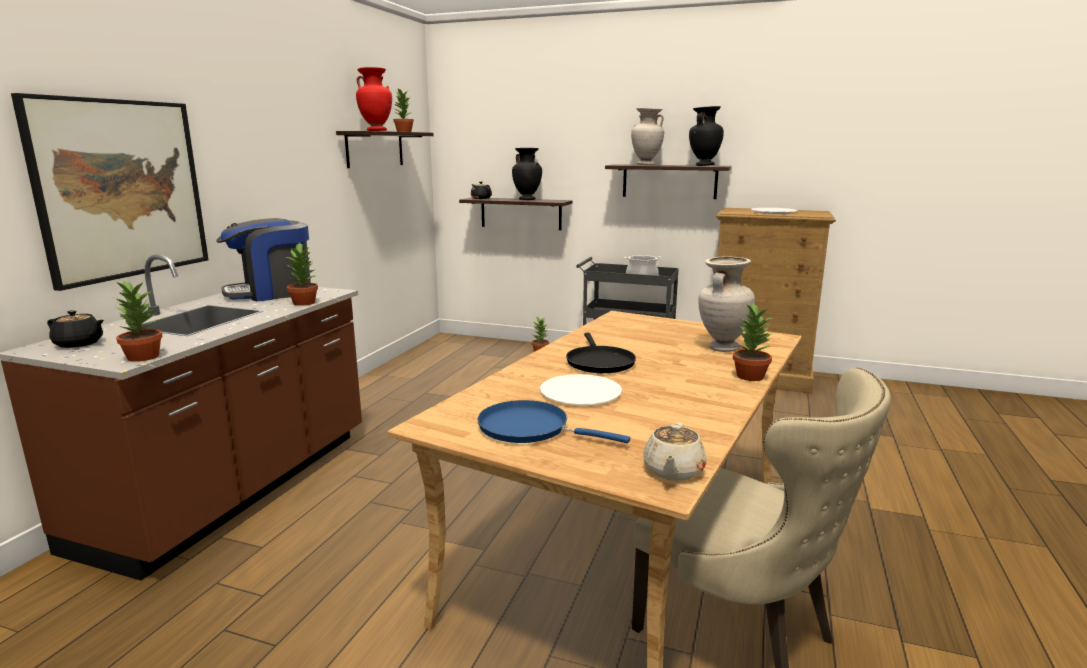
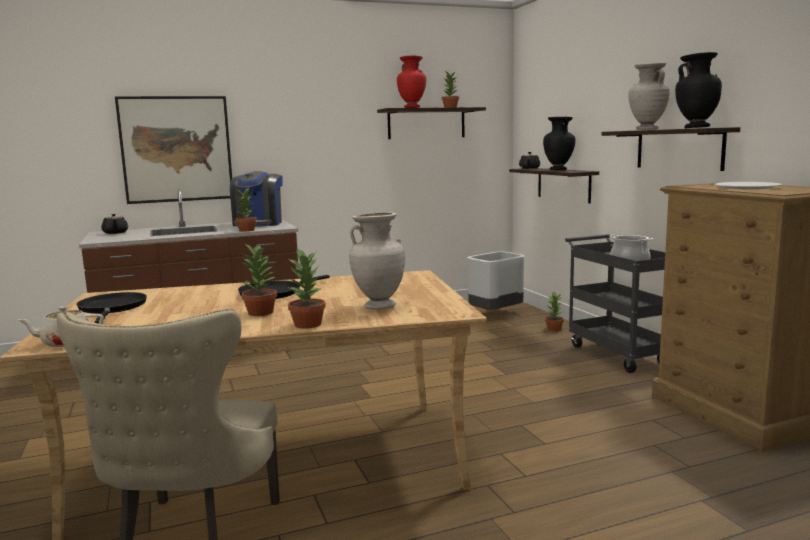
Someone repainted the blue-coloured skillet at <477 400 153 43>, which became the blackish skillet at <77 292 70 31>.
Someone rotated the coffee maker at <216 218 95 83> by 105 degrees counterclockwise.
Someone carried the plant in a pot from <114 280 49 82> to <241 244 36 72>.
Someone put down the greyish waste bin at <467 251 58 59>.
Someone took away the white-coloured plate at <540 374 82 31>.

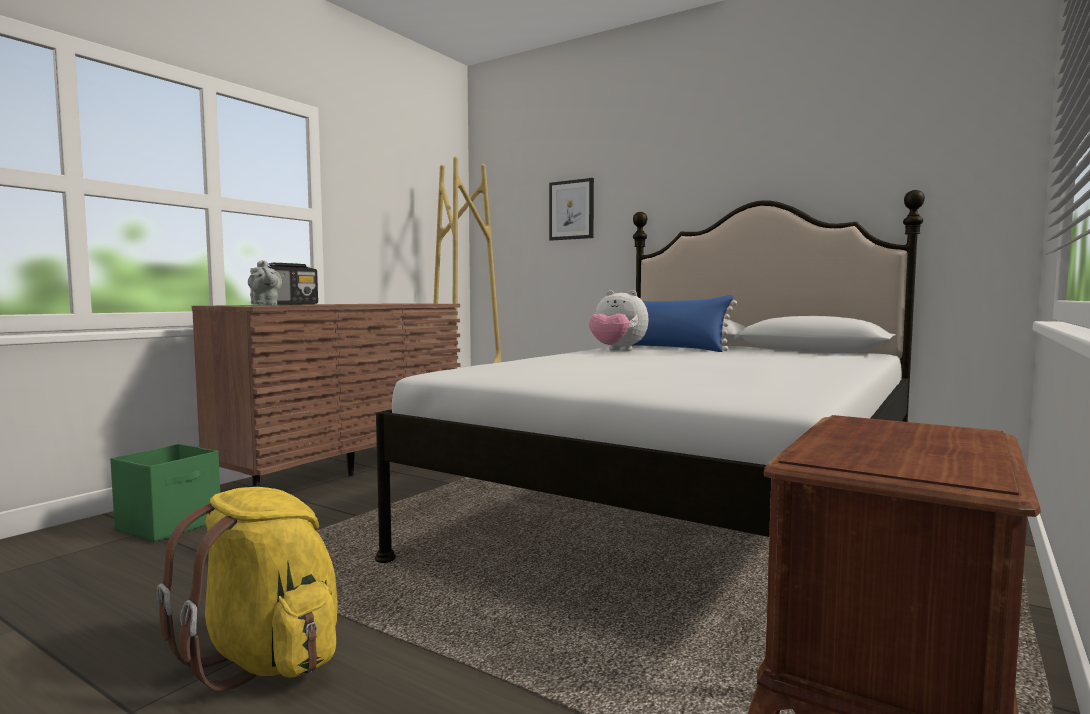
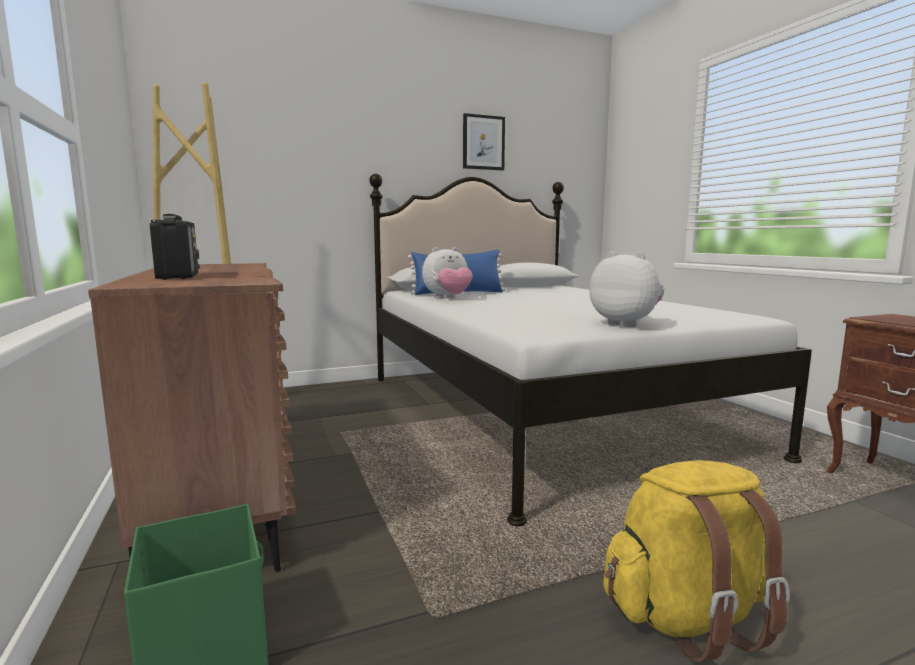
Someone carried the picture from <549 178 45 63> to <463 113 42 57>.
Someone put down the soft toy at <589 251 75 76>.
Someone took away the greyish teapot at <248 260 34 45>.

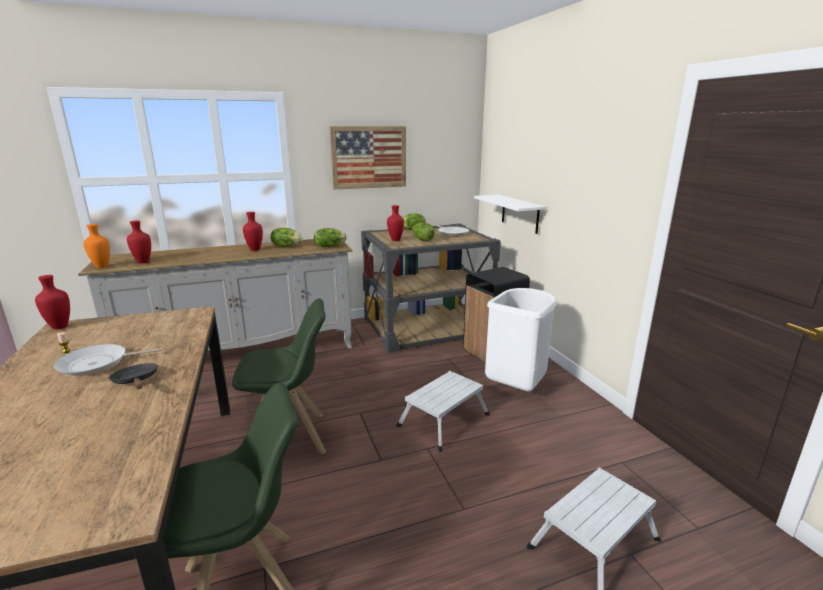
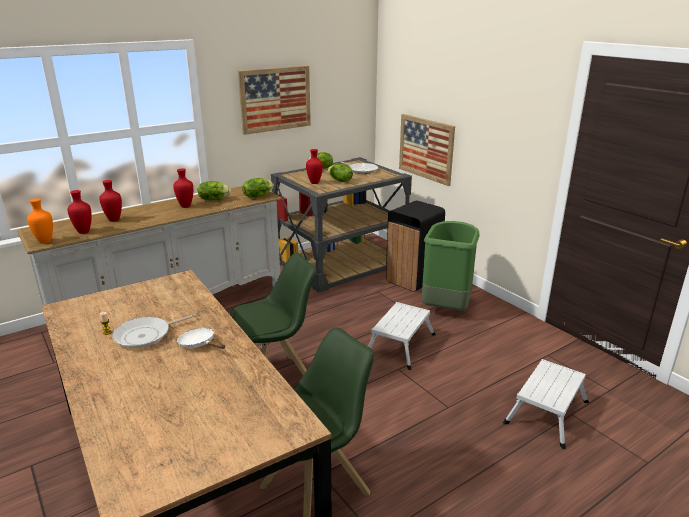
Someone carried the red-coloured vase from <35 275 35 54> to <99 180 23 42>.
Someone repainted the blackish skillet at <108 363 50 26>, which became the white-coloured skillet at <177 328 48 21>.
Someone swapped the white-coloured shelf at <474 195 73 39> for the picture at <399 114 56 72>.
Someone repainted the white-coloured waste bin at <485 288 72 104>, which became the green waste bin at <422 221 58 90>.

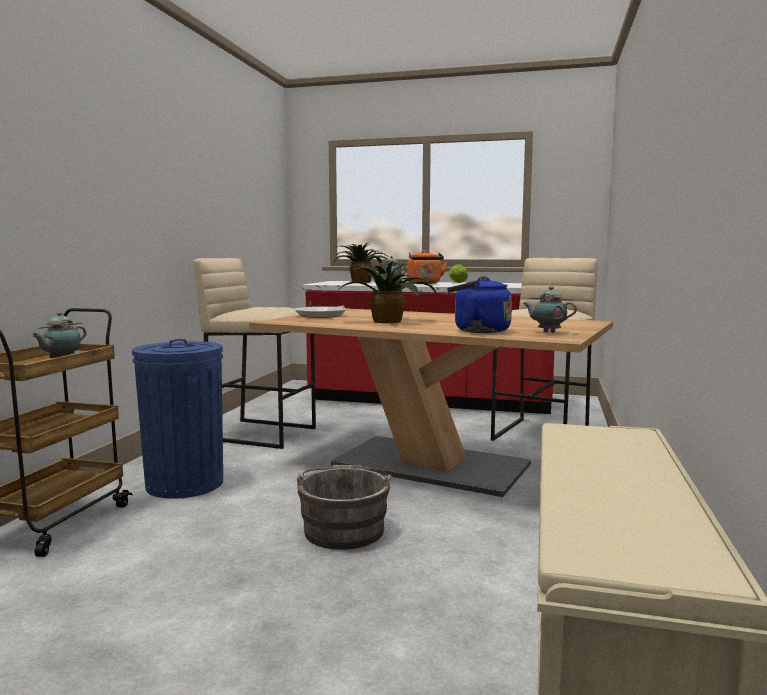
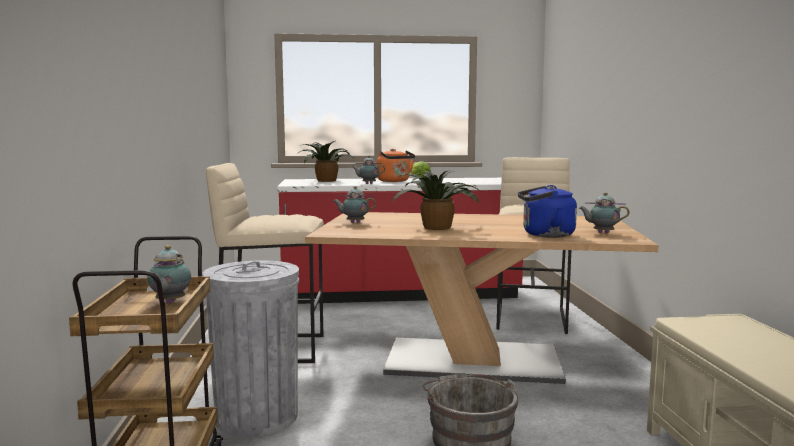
Someone repainted the blue-coloured waste bin at <132 339 91 160>, which became the greyish waste bin at <203 260 96 177>.
Someone swapped the skillet at <295 306 52 12> for the teapot at <333 186 43 37>.

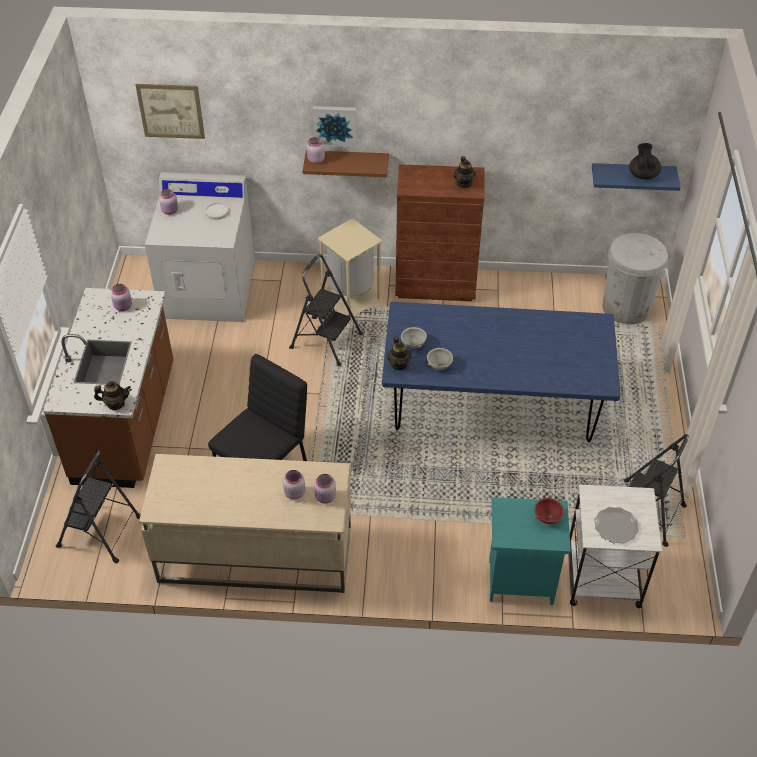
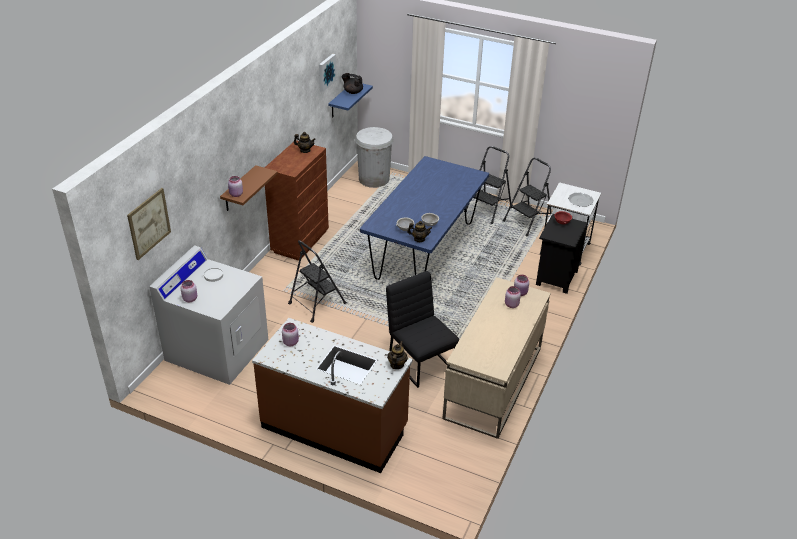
Someone carried the picture from <313 106 44 40> to <319 54 17 38>.
Someone carried the blackish stepladder from <56 450 85 113> to <464 146 49 78>.
Someone repainted the blue-green nightstand at <490 497 81 108>, which became the blackish nightstand at <536 214 51 80>.
Someone took away the beige waste bin at <318 218 64 100>.

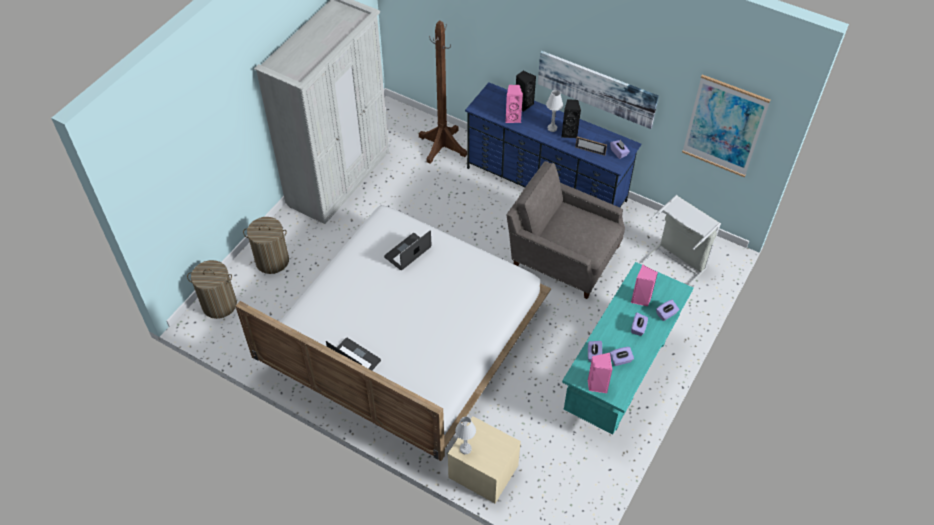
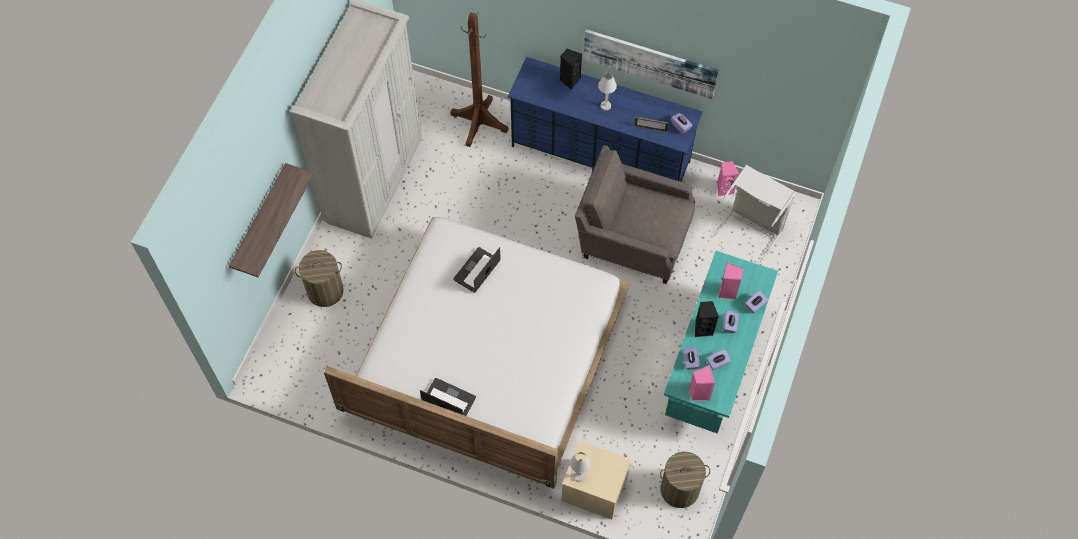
Someone put up the shelf at <229 163 85 114>.
Someone carried the hamper from <187 260 50 59> to <660 452 50 56>.
Someone carried the blackish speaker from <561 99 20 39> to <695 301 24 36>.
Someone carried the pinkish speaker from <505 85 18 38> to <717 161 22 36>.
Someone took away the picture at <682 75 89 102>.

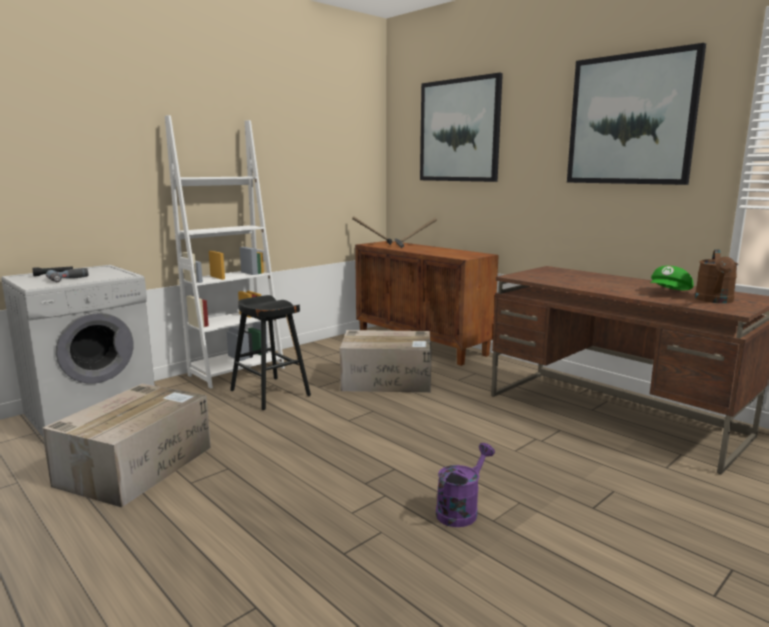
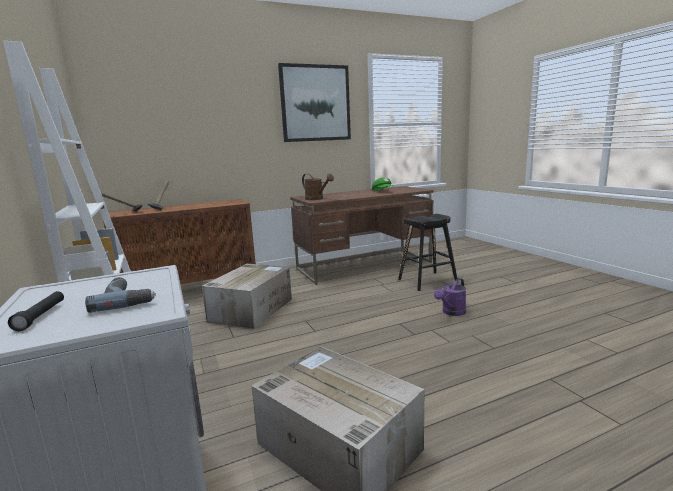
Someone carried the brownish watering can from <695 249 43 54> to <302 174 32 26>.
Someone carried the blackish stool from <230 295 81 115> to <398 214 60 77>.
Someone rotated the purplish watering can at <436 443 59 84> by 105 degrees counterclockwise.
Someone took away the picture at <420 73 83 109>.

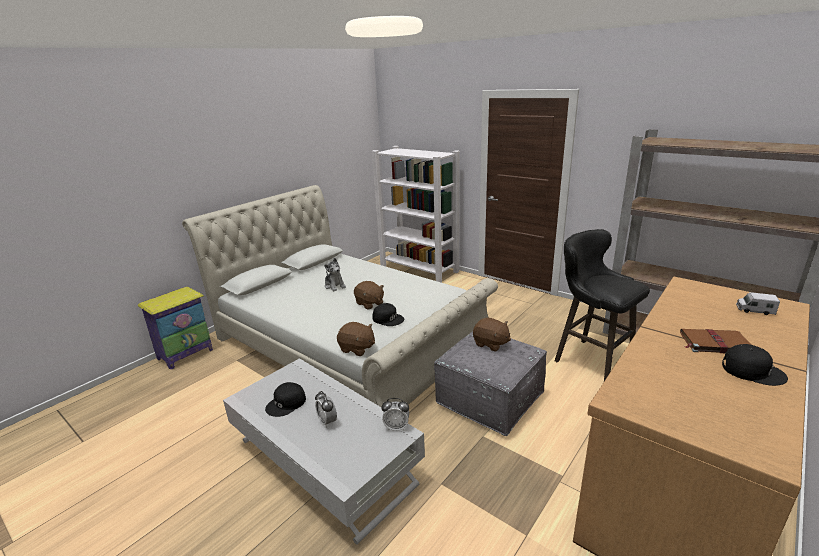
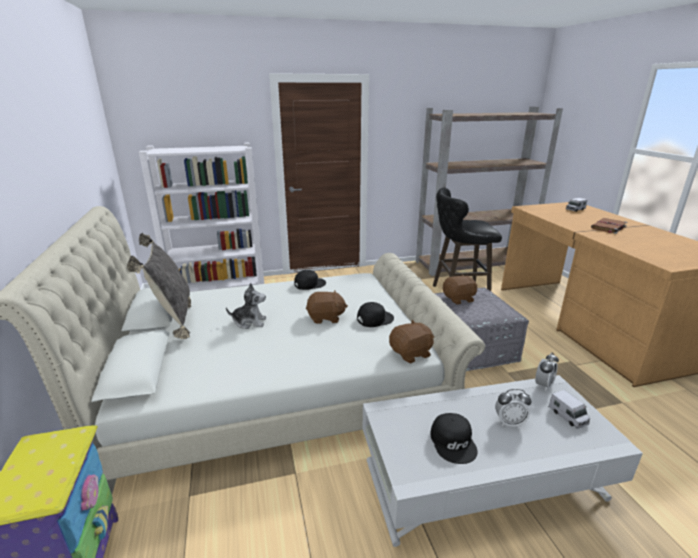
Someone put down the cushion at <127 233 64 106>.
Someone carried the blackish baseball cap from <722 344 66 42> to <294 270 32 20>.
Someone put down the model truck at <549 390 41 39>.

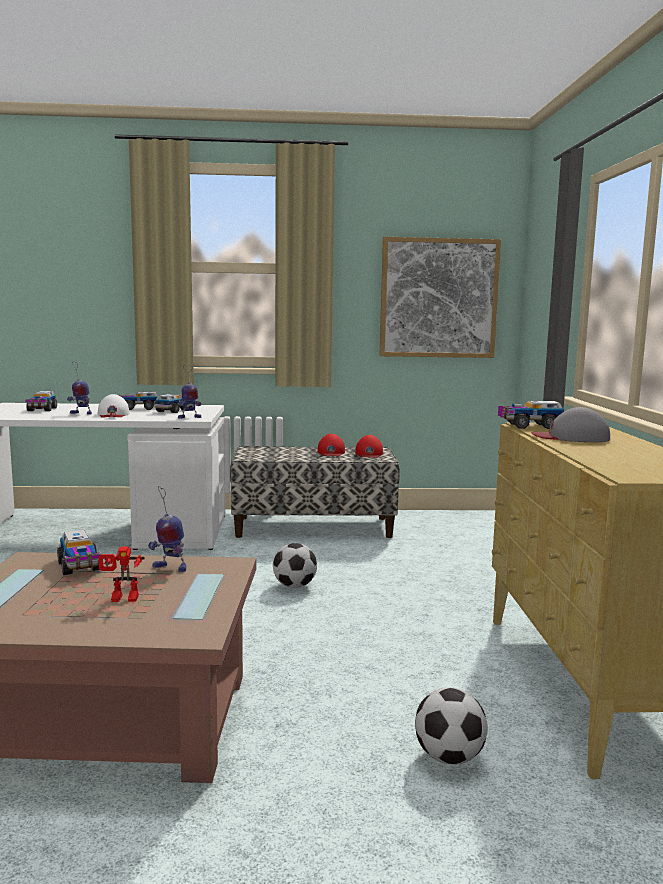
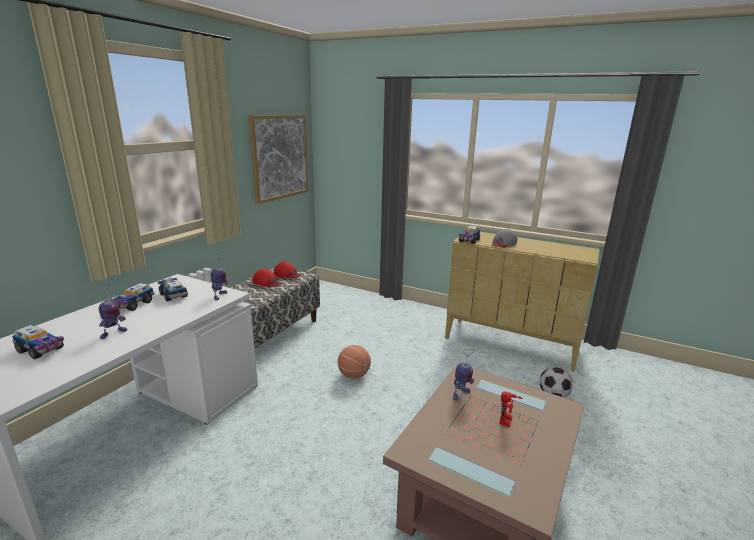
Someone swapped the ball for football at <273 543 44 45> for the basketball ball at <338 345 33 34>.
Someone took away the model truck at <57 530 44 45>.
Someone took away the white-coloured baseball cap at <98 394 31 24>.

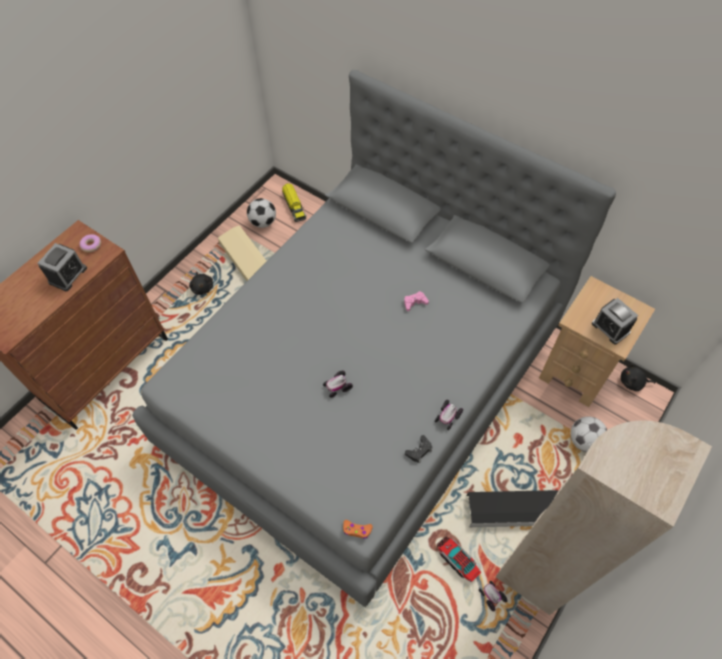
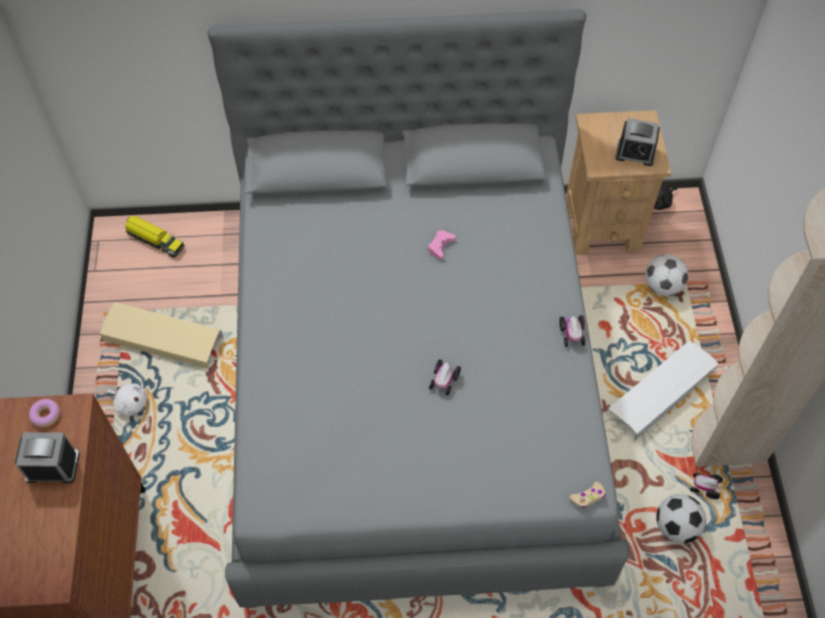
Someone rotated the bedside clock at <37 243 50 48> by 75 degrees counterclockwise.
Someone repainted the blackish soft toy at <189 272 24 23>, which became the white-coloured soft toy at <107 383 40 33>.
Someone repainted the orange-coloured joypad at <343 520 30 18>, which became the beige joypad at <569 482 37 26>.
Someone repainted the blackish storage box at <467 490 92 37>, which became the white-coloured storage box at <606 340 113 101>.
Someone carried the ball for football from <247 198 29 30> to <656 494 50 49>.
Someone took away the blackish joypad at <405 435 27 28>.
Someone took away the model truck at <437 536 44 46>.

